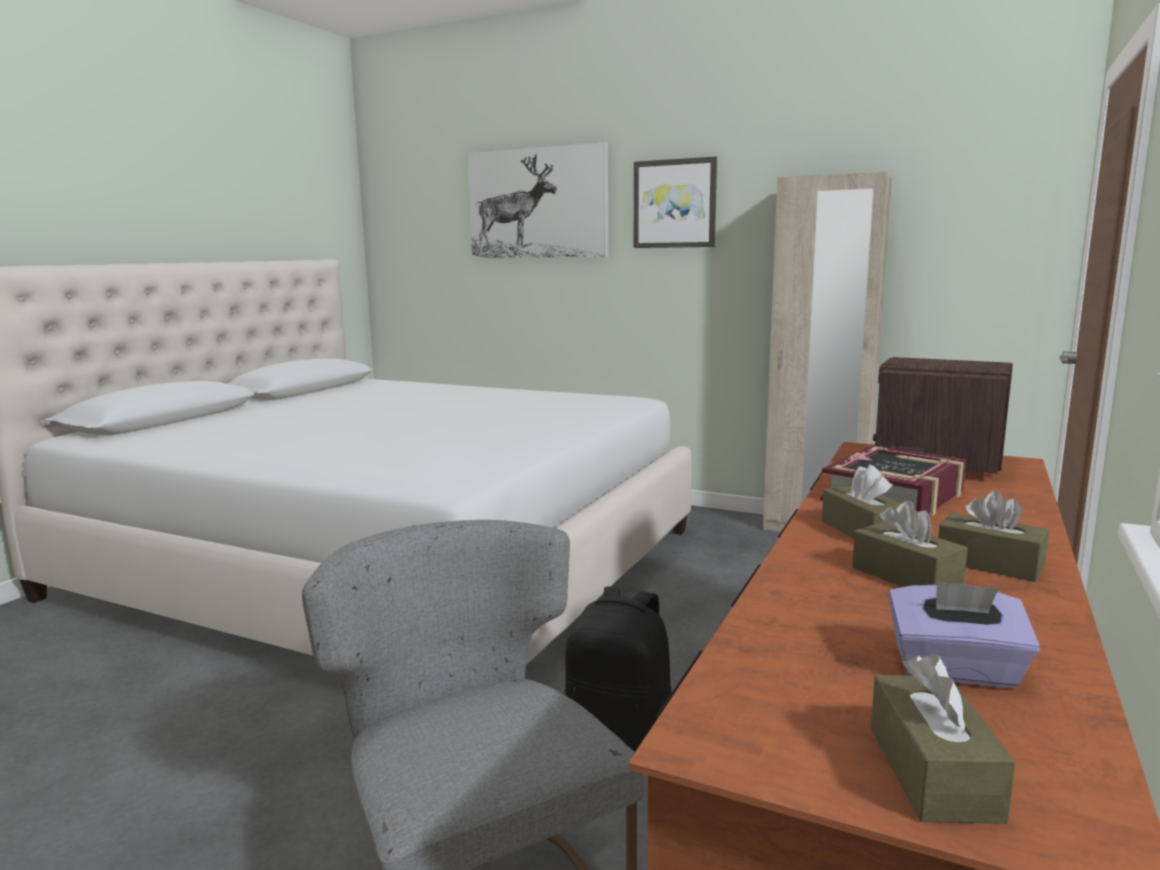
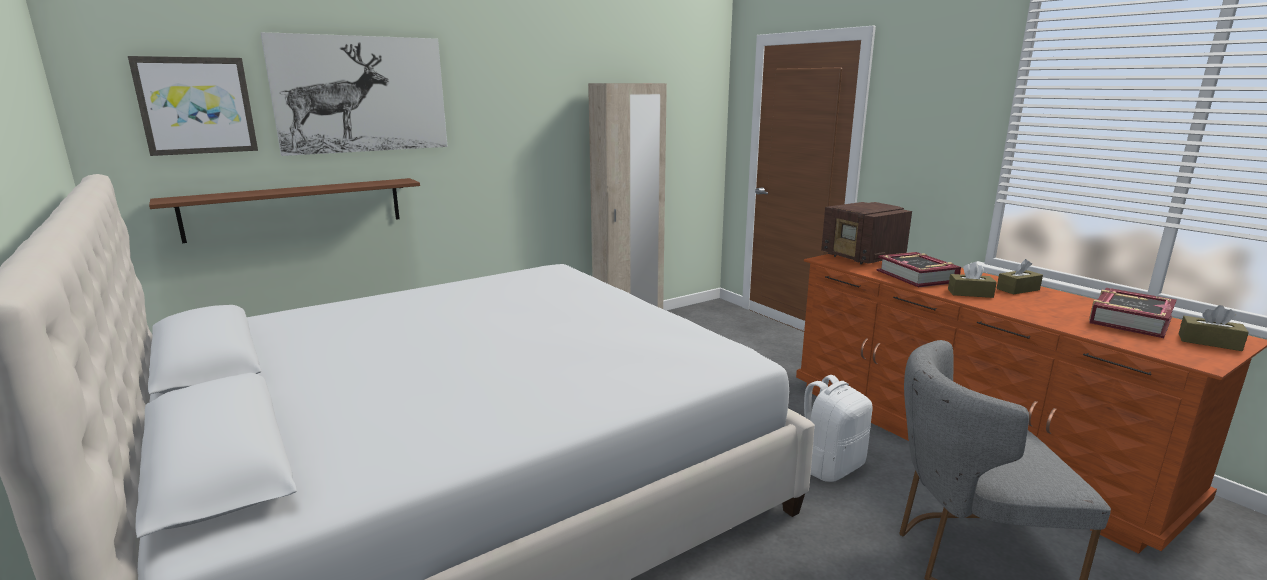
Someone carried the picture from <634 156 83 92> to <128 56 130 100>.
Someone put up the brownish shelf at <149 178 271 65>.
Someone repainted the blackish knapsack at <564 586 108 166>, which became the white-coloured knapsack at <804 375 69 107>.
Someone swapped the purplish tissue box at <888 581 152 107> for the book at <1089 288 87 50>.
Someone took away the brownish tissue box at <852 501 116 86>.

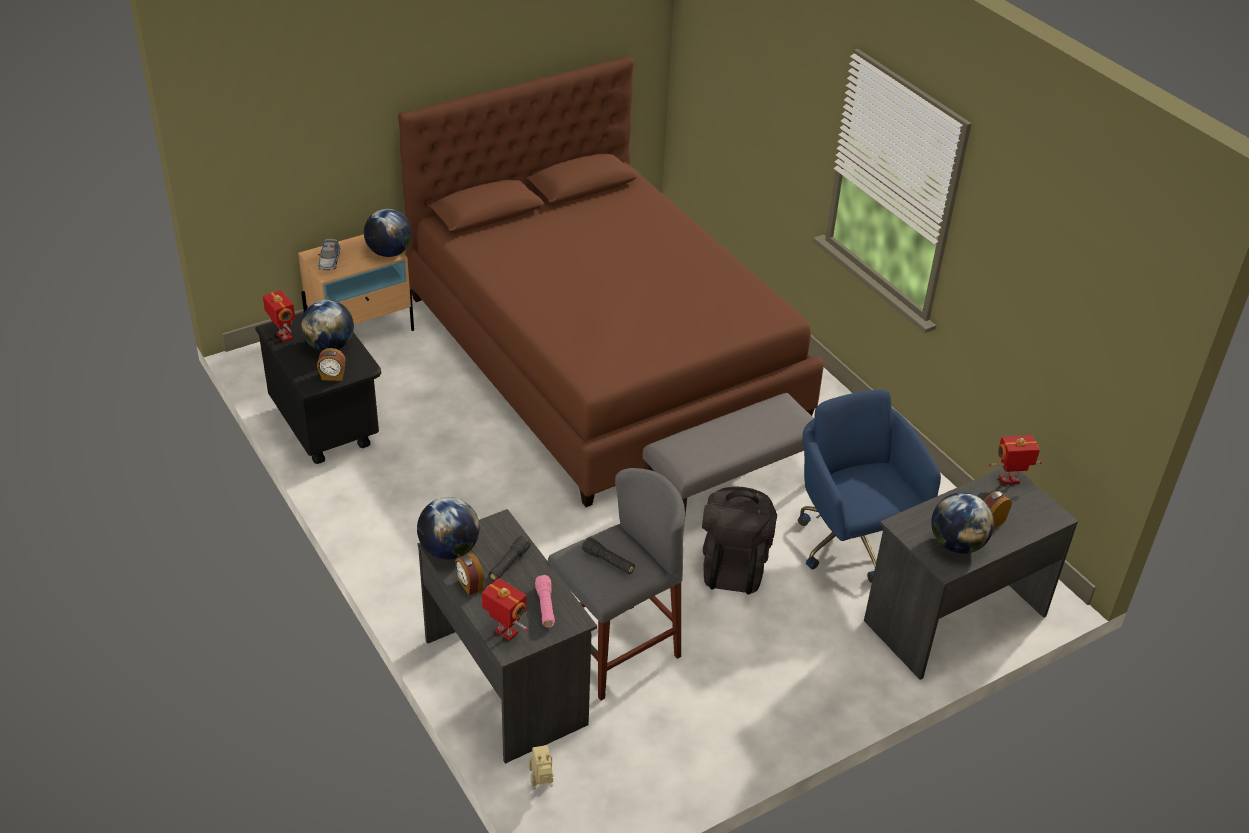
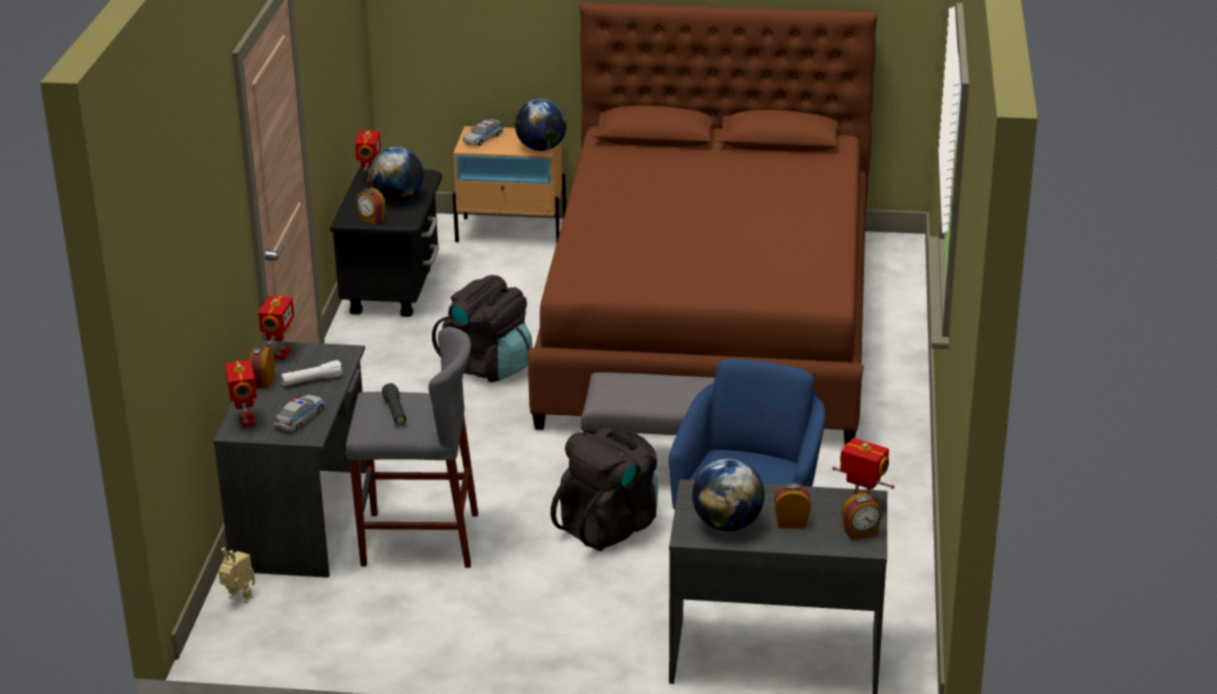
Someone swapped the world globe at <417 497 63 62> for the toy robot at <258 296 36 63>.
Someone swapped the pinkish flashlight at <535 575 20 53> for the toy car at <273 395 52 36>.
Someone repainted the blackish flashlight at <489 536 42 45>, which became the white-coloured flashlight at <281 360 62 26>.
Someone put down the blackish knapsack at <432 275 100 107>.
Someone put down the bedside clock at <841 493 41 47>.

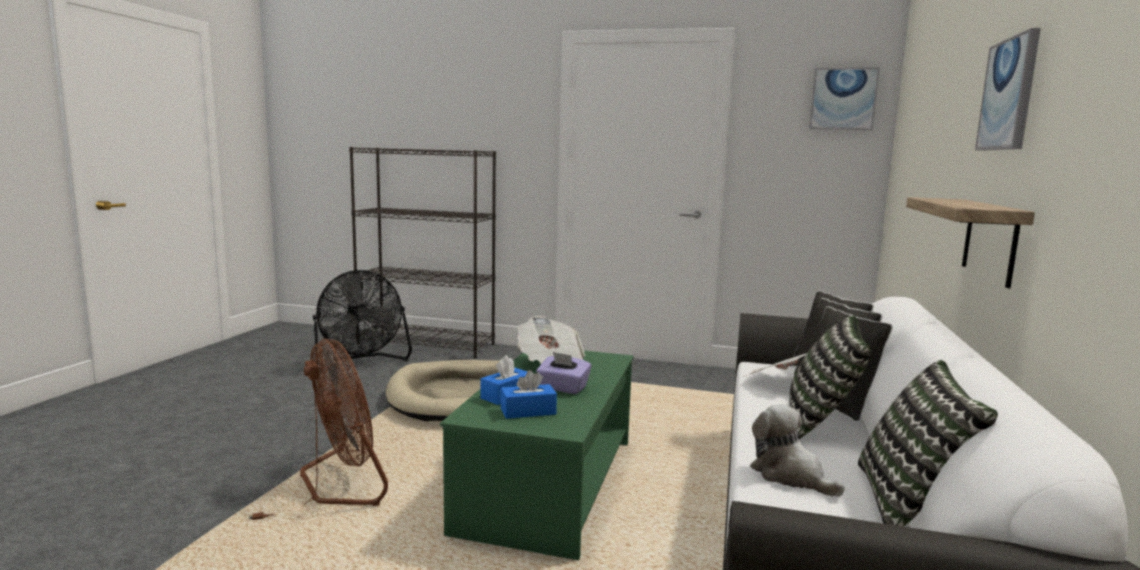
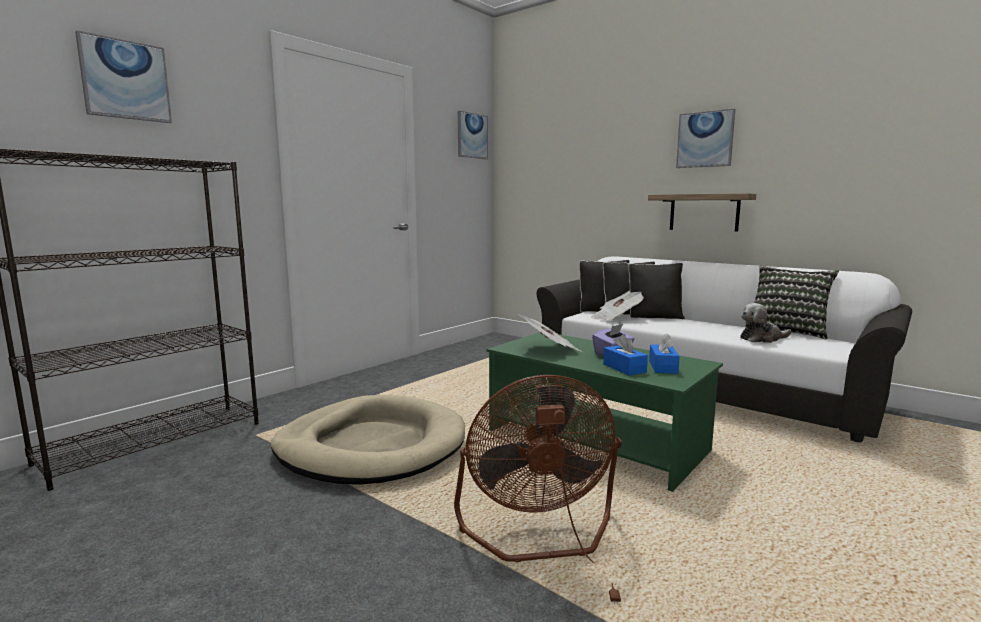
Someone put up the picture at <75 30 97 93>.
Someone took away the blackish electric fan at <313 270 99 104>.
Someone took away the cushion at <789 316 81 123>.

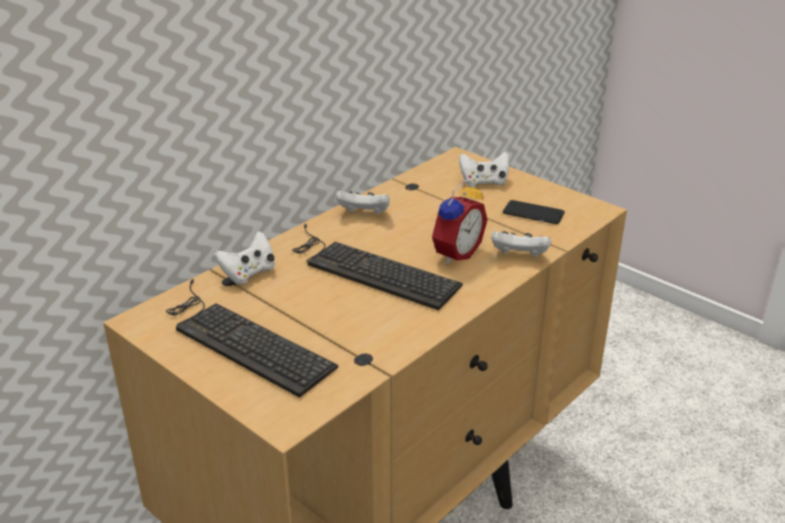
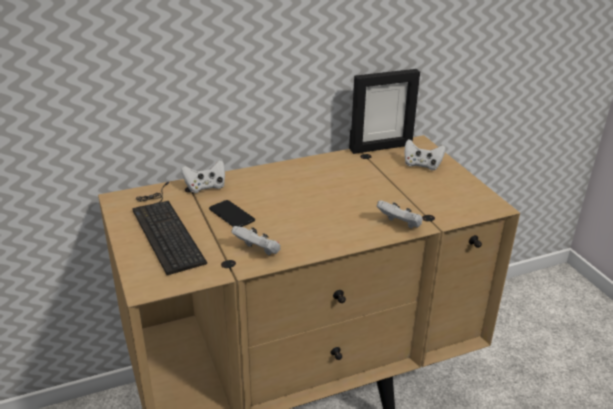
Someone carried the phone from <503 200 62 24> to <209 200 46 27>.
Someone carried the white-coloured joypad from <335 191 55 24> to <231 226 50 29>.
Someone put down the standing frame at <349 69 71 85>.
Someone took away the keyboard at <292 224 171 86>.
Someone took away the bedside clock at <432 179 56 85>.

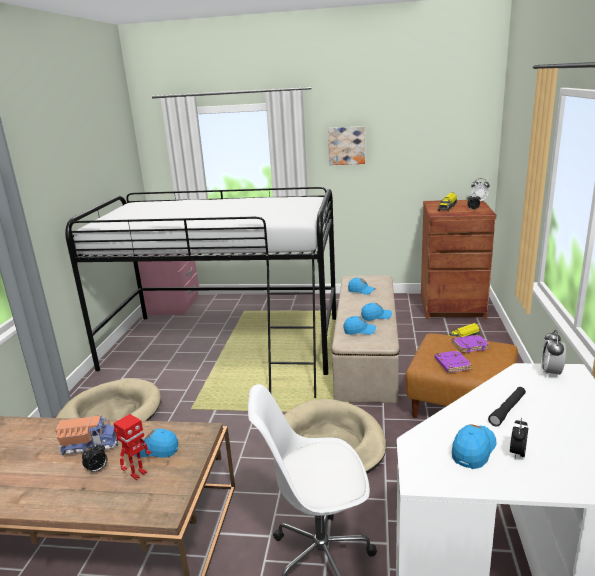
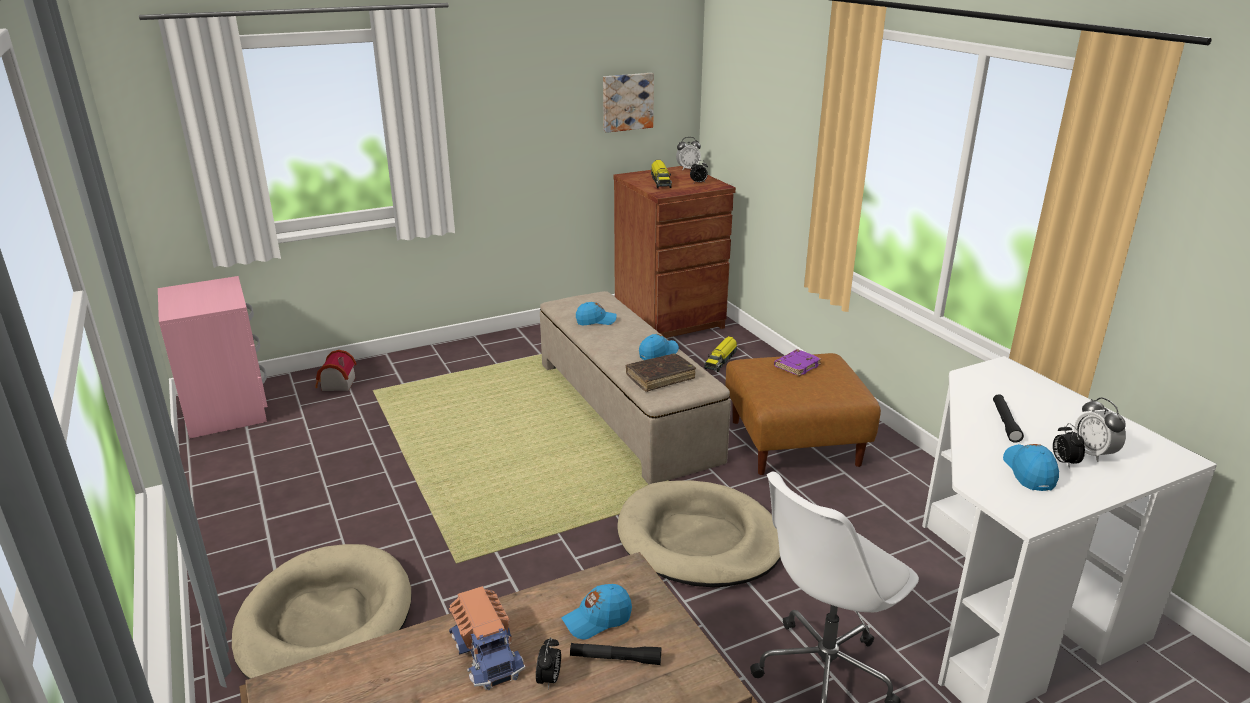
Someone put down the toy house at <315 350 41 41>.
Someone rotated the model truck at <55 415 63 40> by 105 degrees clockwise.
Someone swapped the toy robot at <113 414 39 66> for the blackish flashlight at <570 643 91 22>.
Someone carried the picture from <328 126 37 39> to <603 73 51 60>.
Someone swapped the blue-coloured baseball cap at <344 316 32 19> for the brownish book at <626 354 70 38>.
Someone carried the bedside clock from <541 330 25 48> to <1074 397 52 65>.
Someone took away the blackish sleeping bed at <65 187 271 211>.
Someone took away the purplish book at <435 350 37 23>.

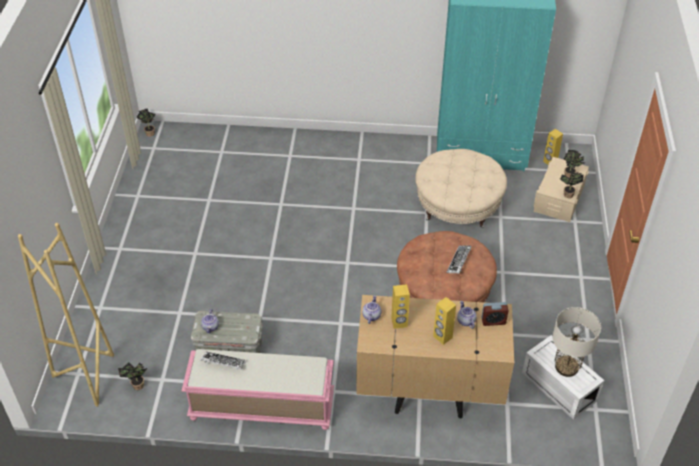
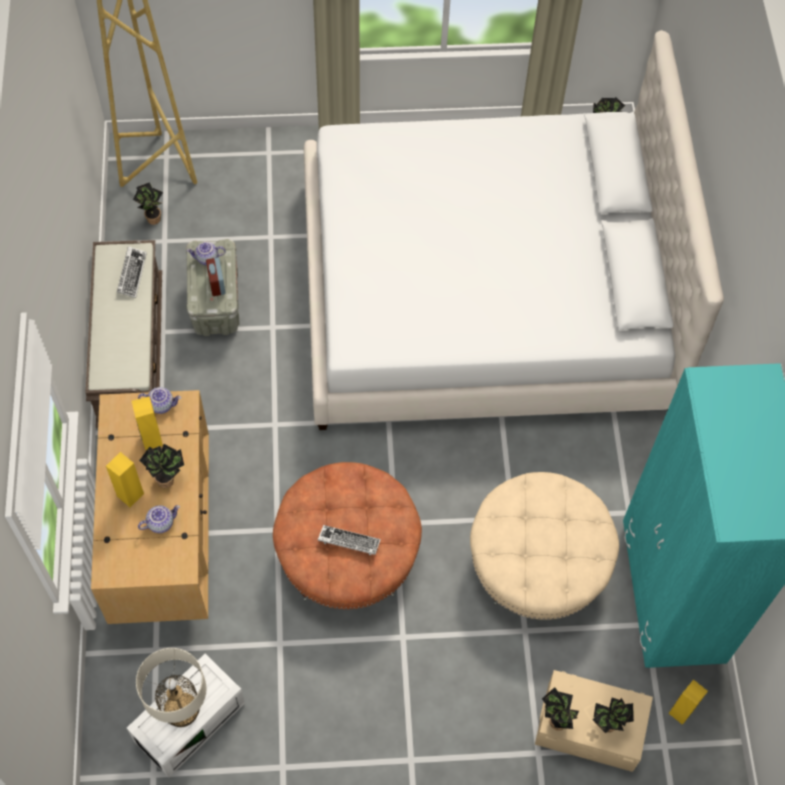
Someone repainted the pinkish indoor bench at <182 349 152 81>, which became the brownish indoor bench at <86 240 76 188>.
Someone put down the plant in a pot at <139 444 45 44>.
Someone carried the bedside clock from <481 302 28 24> to <206 258 20 38>.
Someone put down the white-coloured sleeping bed at <304 30 420 400>.

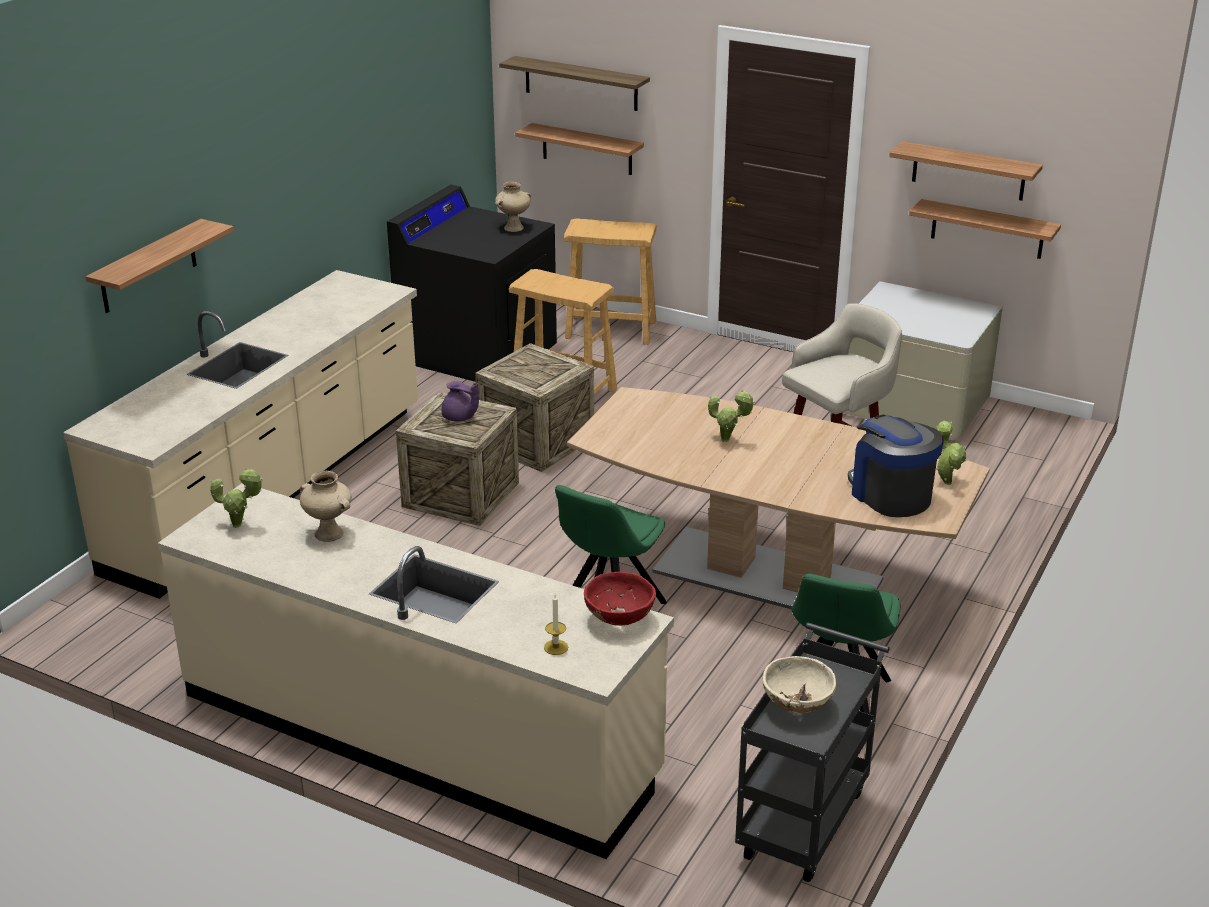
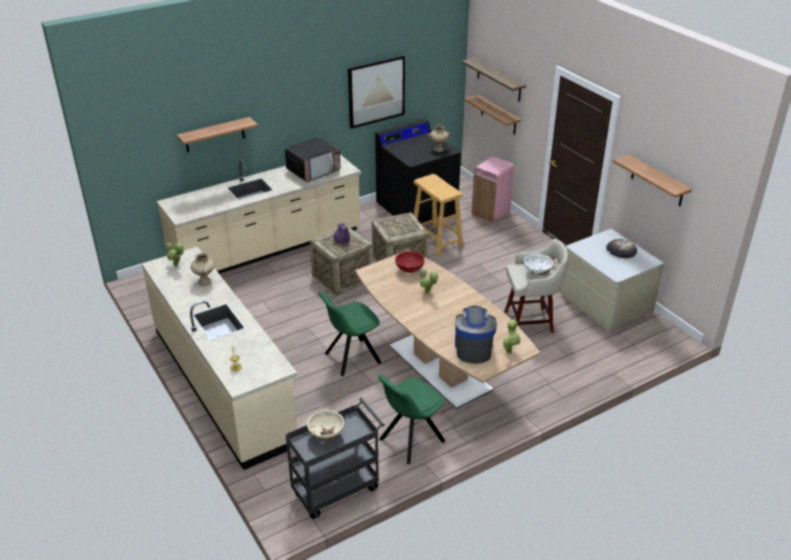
Someone put down the kitchen microwave at <285 137 55 45>.
Someone put up the picture at <348 55 57 74>.
Someone carried the red-coloured deep dish from <584 572 72 54> to <395 251 30 22>.
Someone swapped the beige stool at <564 218 93 127> for the pinkish waste bin at <471 157 43 66>.
Someone put down the white-coloured deep dish at <524 254 29 21>.
Someone put down the bakery bread at <606 239 31 19>.
Someone took away the shelf at <909 199 152 60>.

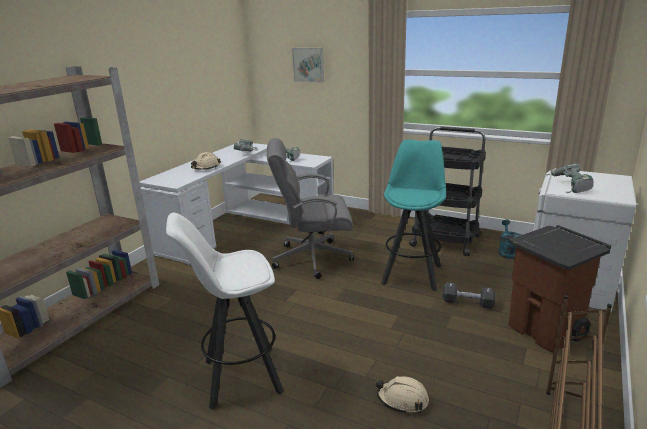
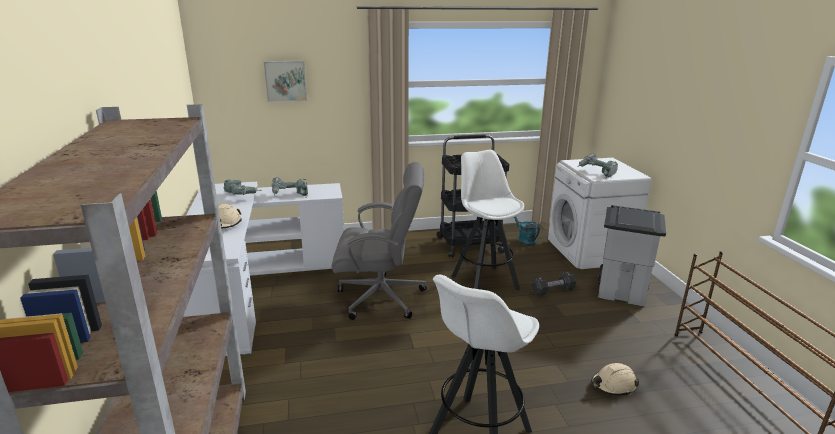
Someone rotated the greyish computer chair at <266 138 88 141> by 135 degrees counterclockwise.
Someone repainted the blue-green stool at <381 139 65 152>, which became the white-coloured stool at <451 150 73 140>.
Someone repainted the brownish waste bin at <509 225 103 128>, which became the greyish waste bin at <598 205 68 101>.

